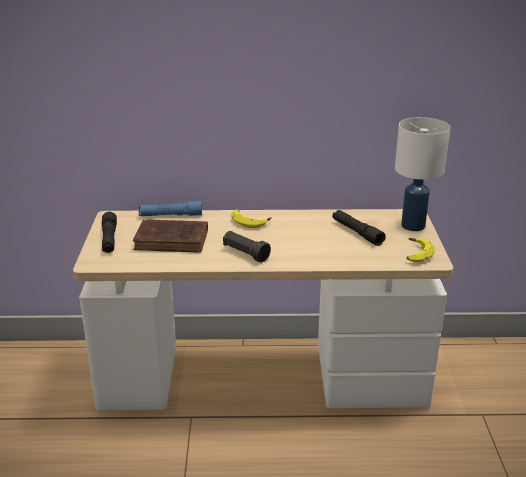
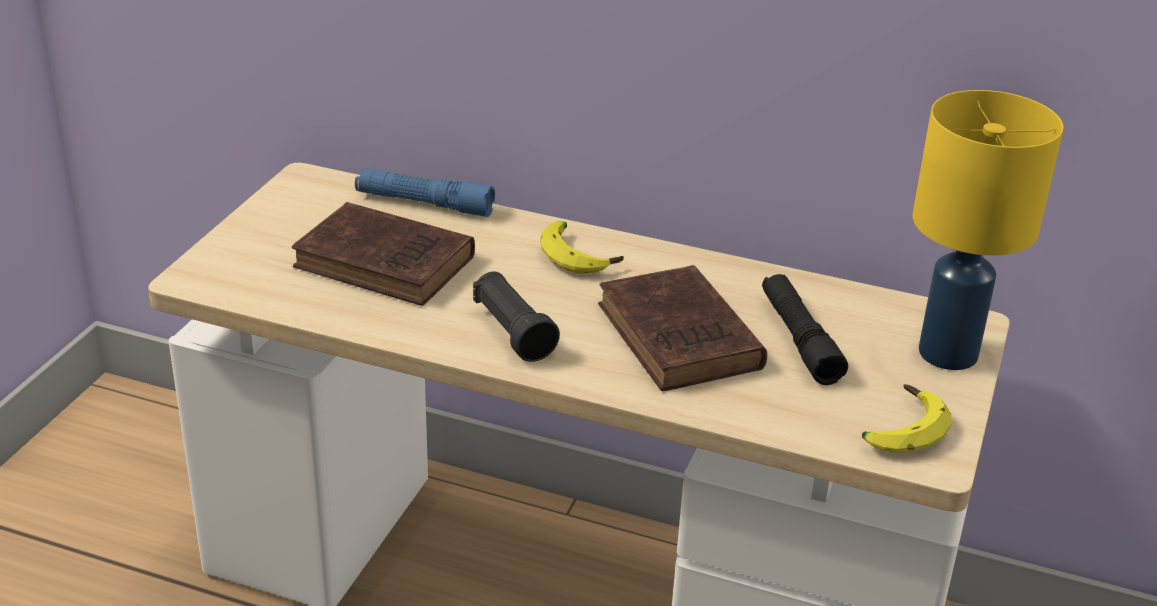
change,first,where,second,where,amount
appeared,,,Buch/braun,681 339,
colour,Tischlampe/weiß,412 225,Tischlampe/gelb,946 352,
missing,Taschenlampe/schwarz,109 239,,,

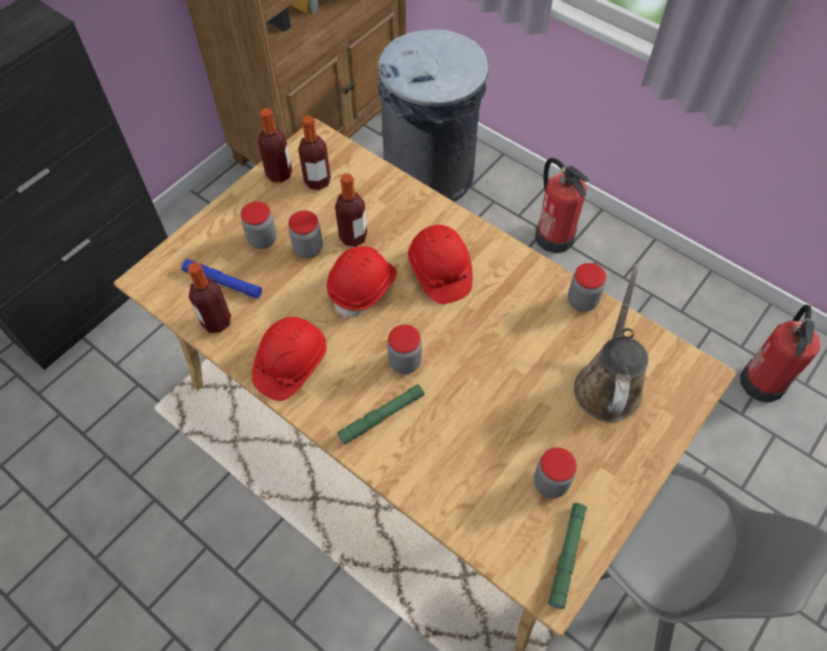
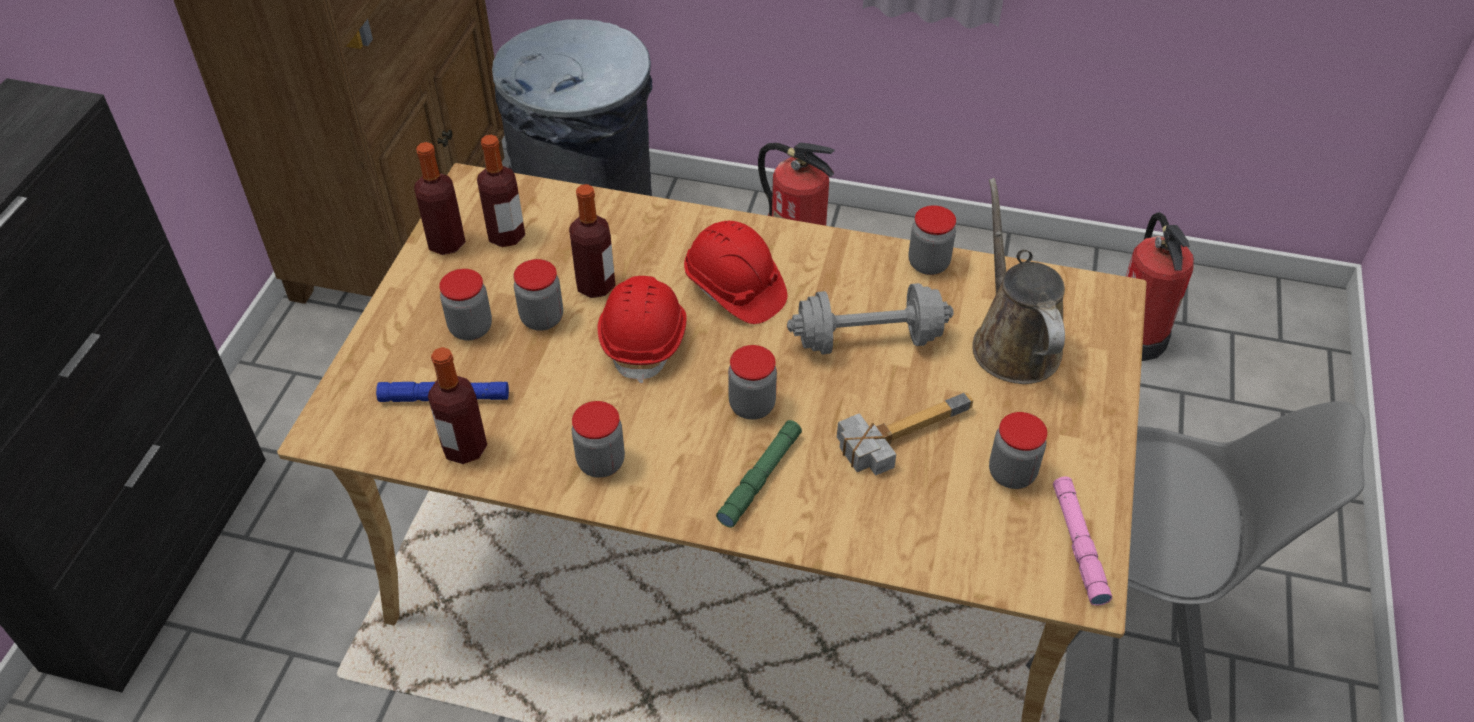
change,first,where,second,where,amount
exchanged,Schutzhelm/rot,290 364,Vorratsglas,601 462,
appeared,,,Hantel/grau,868 339,
appeared,,,Hammer,899 430,
colour,Taschenlampe/grün,567 556,Taschenlampe/rosa,1078 545,

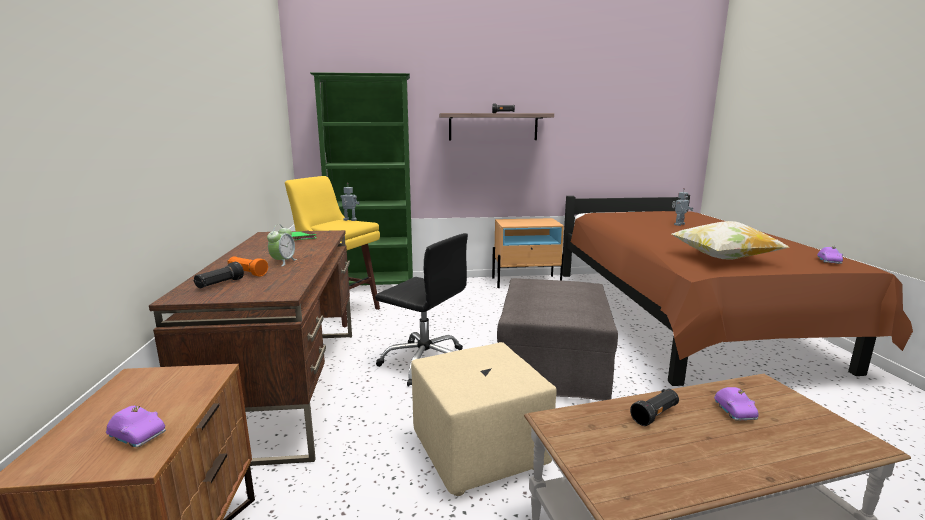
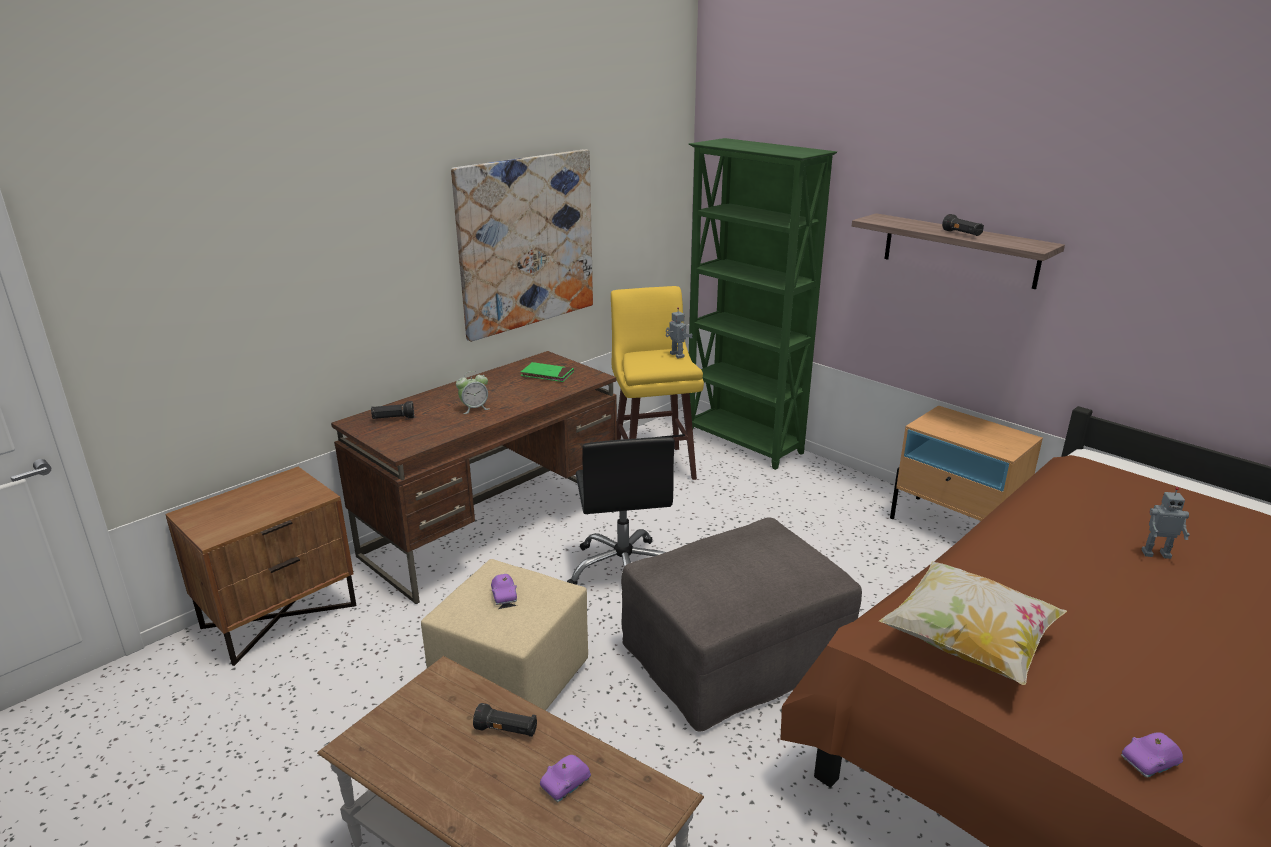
change,first,where,second,where,amount
appeared,,,Bild,526 242,
relocated,Spielzeugauto/lila,138 436,,504 595,
missing,Taschenlampe/orange,247 273,,,

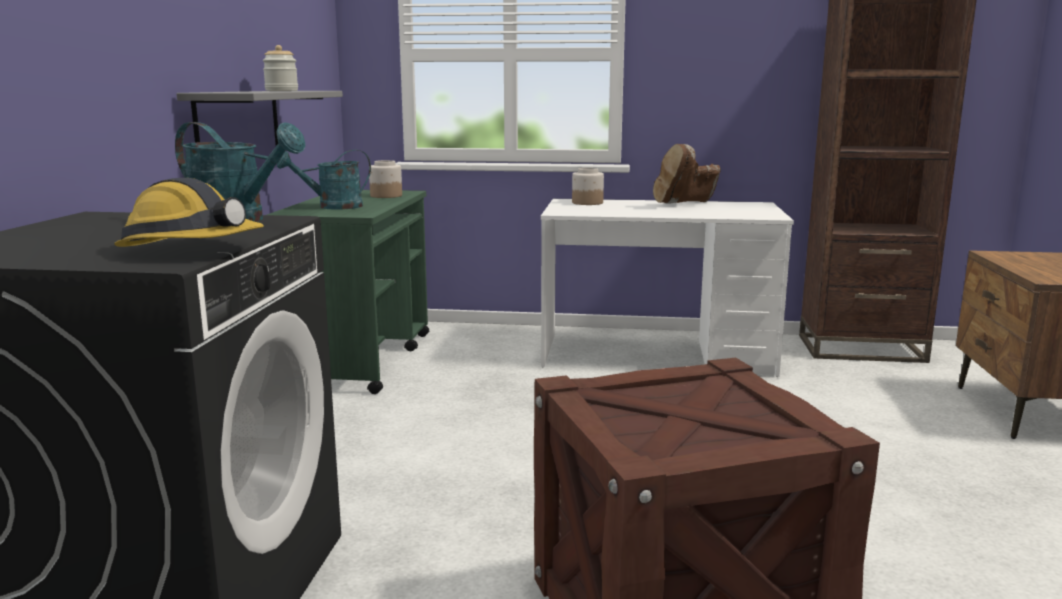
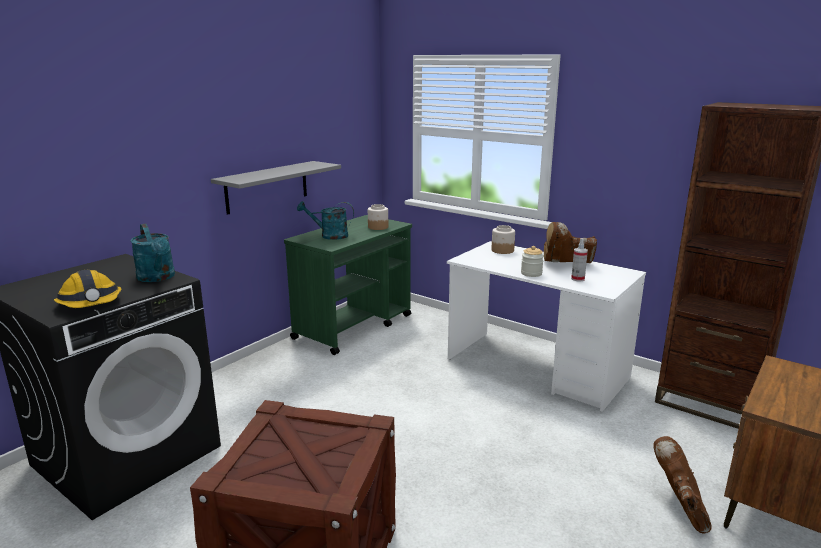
change,first,where,second,where,amount
relocated,Vorratsglas,281 90,,531 273,
appeared,,,Sprühflasche,578 279,
appeared,,,Stiefel/braun,680 507,

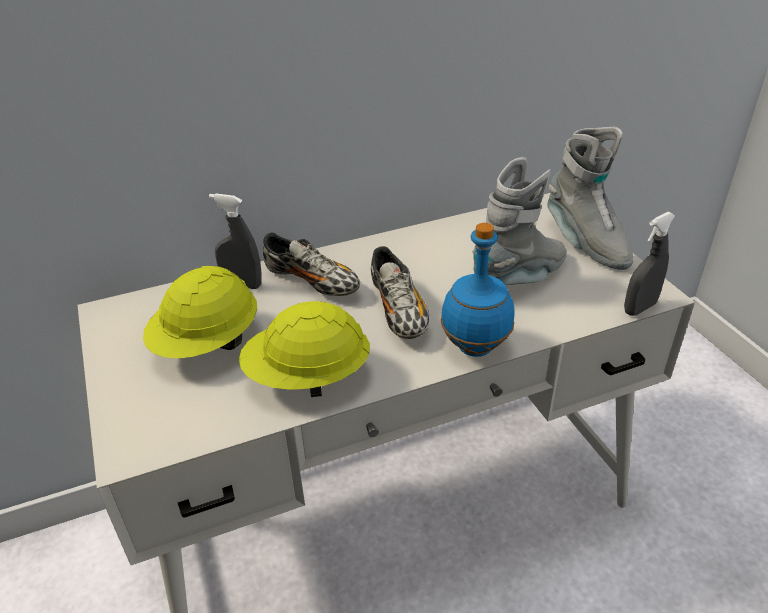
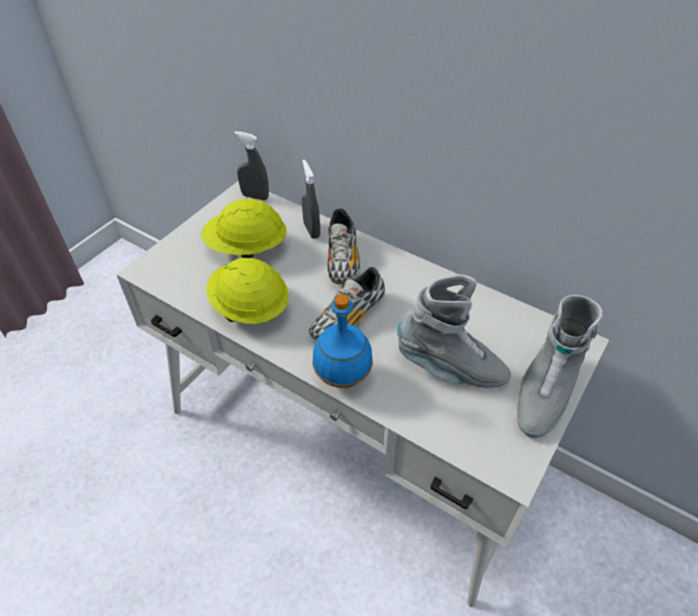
change,first,where,second,where,amount
relocated,Sprühflasche/grau,639 308,,255 196,

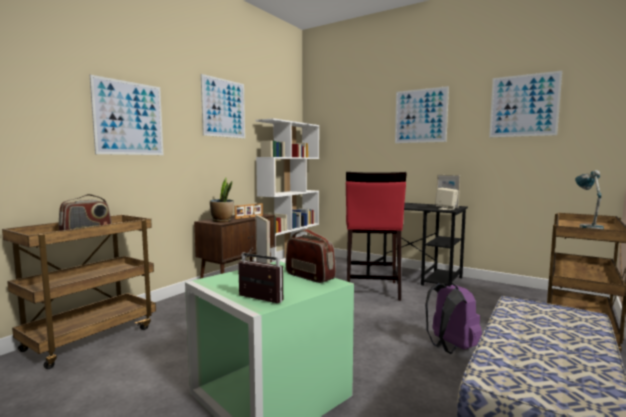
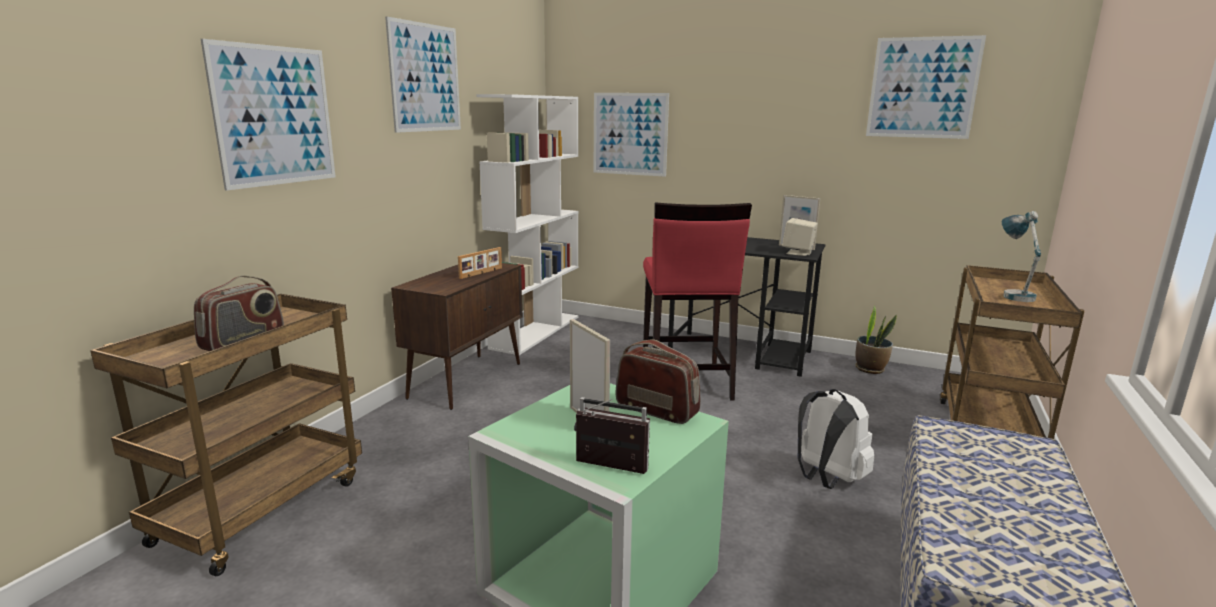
change,first,where,second,where,amount
relocated,Bild,420 116,,630 134,
colour,Rucksack/lila,450 347,Rucksack/weiß,827 478,
relocated,Topfpflanze,222 221,,870 369,

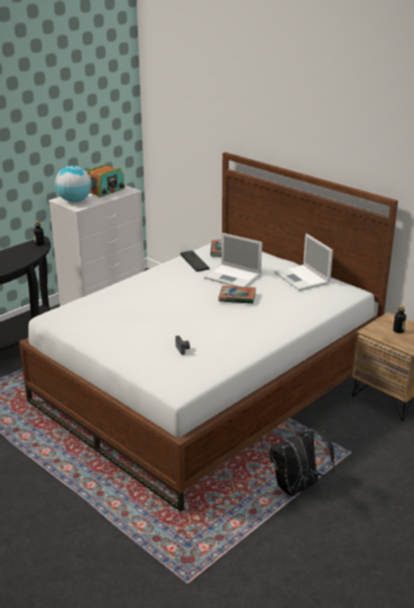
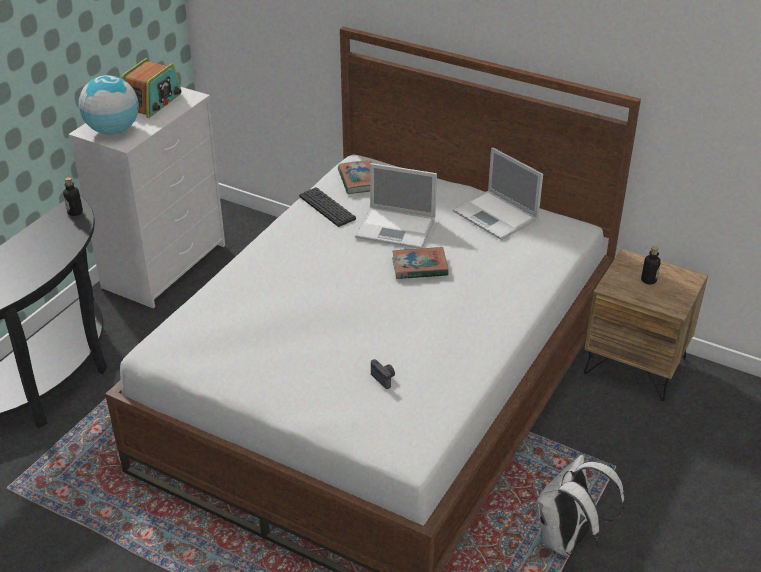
change,first,where,second,where,amount
colour,Rucksack/schwarz,297 488,Rucksack/weiß,567 540,

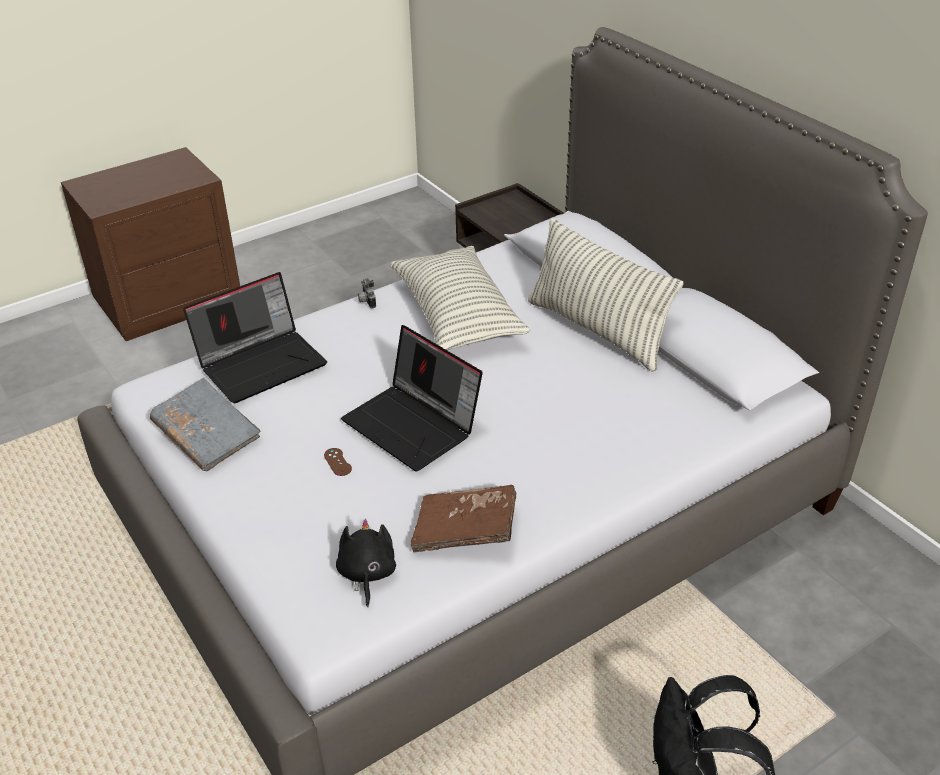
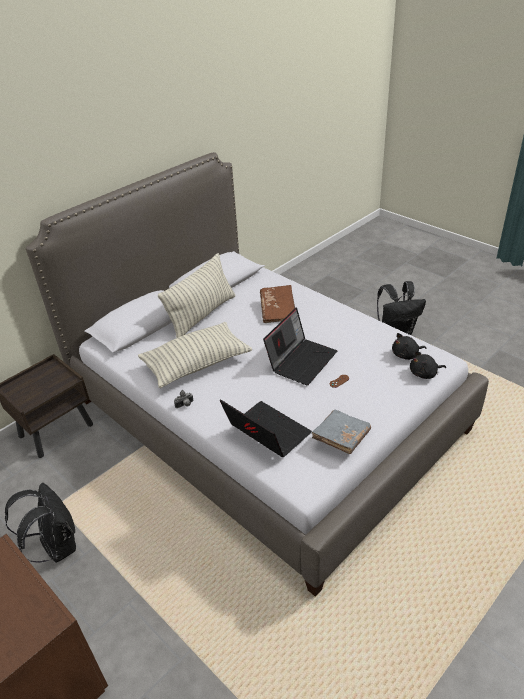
change,first,where,second,where,amount
appeared,,,Rucksack/schwarz,56 547,
relocated,Buch/braun,465 531,,278 310,
appeared,,,Plüschtier/schwarz,424 374,

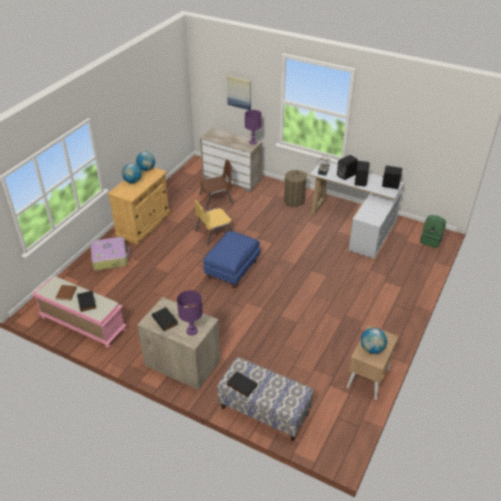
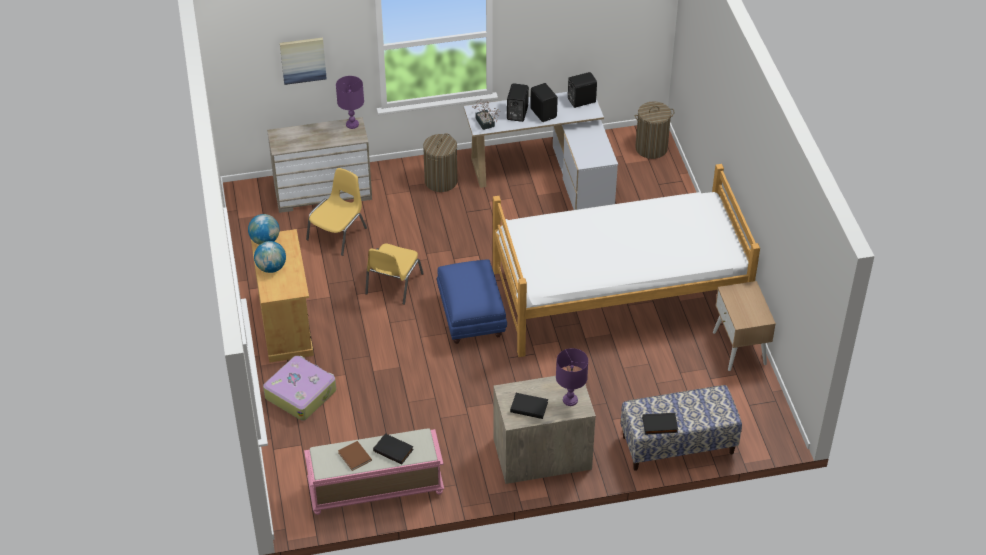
change,first,where,second,where,amount
colour,Stuhl/braun,217 199,Stuhl/gelb,338 234,
appeared,,,Bett,619 295,
exchanged,Rucksack/grün,431 240,Wäschekorb,651 148,
missing,Globus,372 349,,,

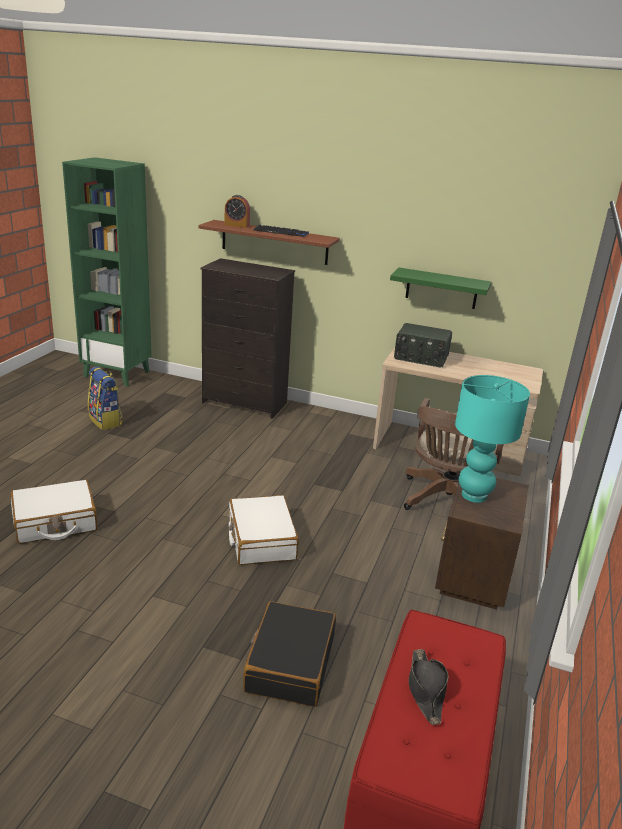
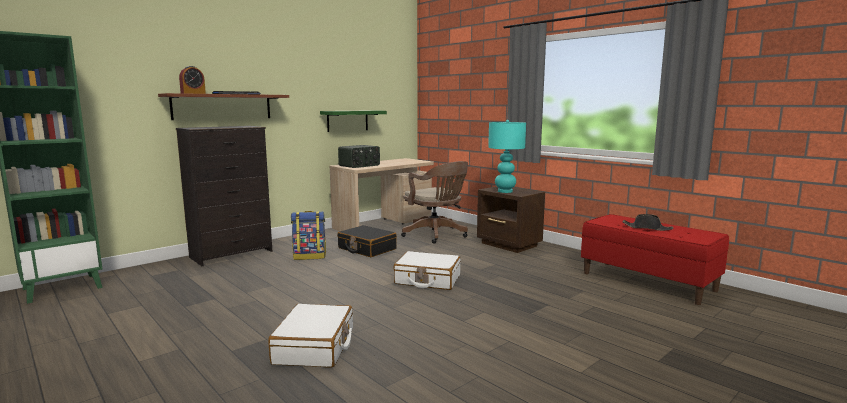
change,first,where,second,where,amount
relocated,Rucksack,106 421,,310 256,
relocated,Koffer/schwarz,289 664,,366 249,

